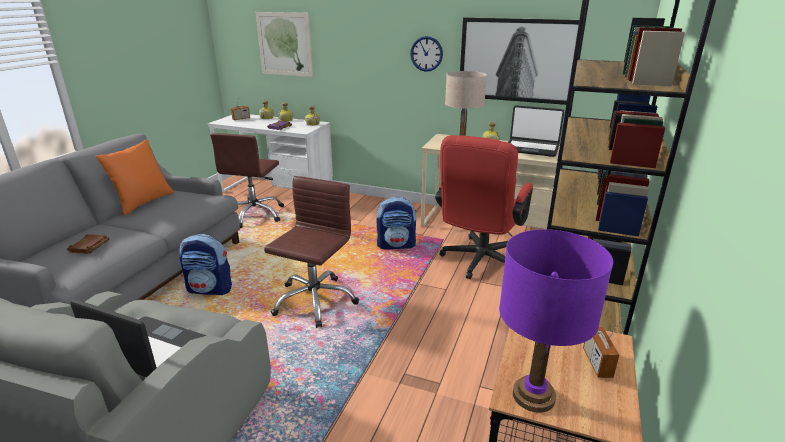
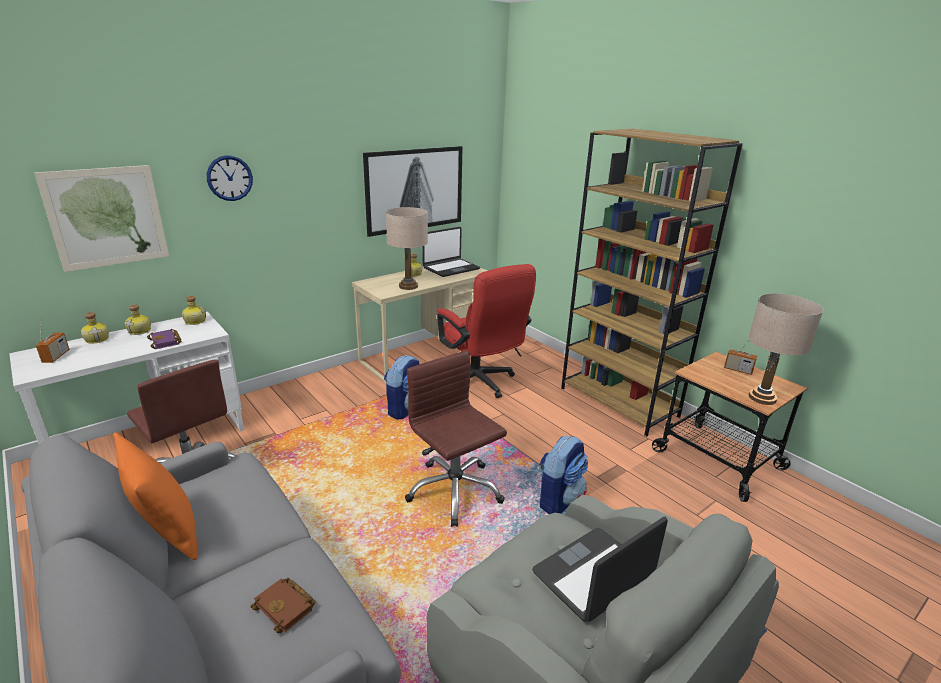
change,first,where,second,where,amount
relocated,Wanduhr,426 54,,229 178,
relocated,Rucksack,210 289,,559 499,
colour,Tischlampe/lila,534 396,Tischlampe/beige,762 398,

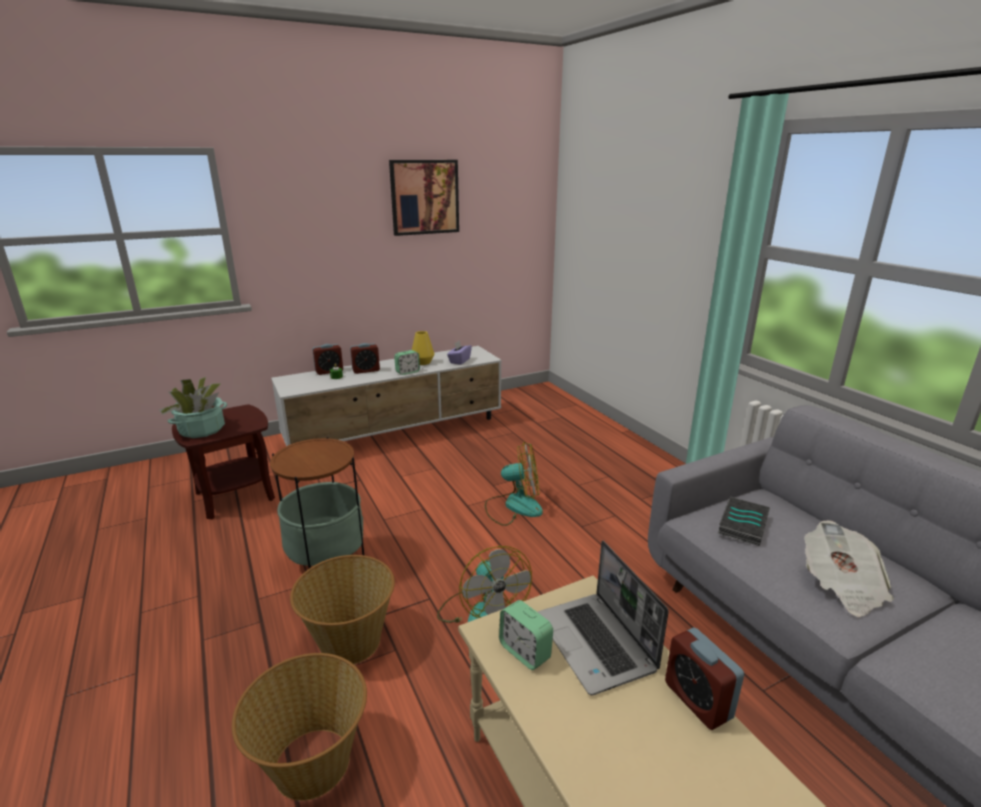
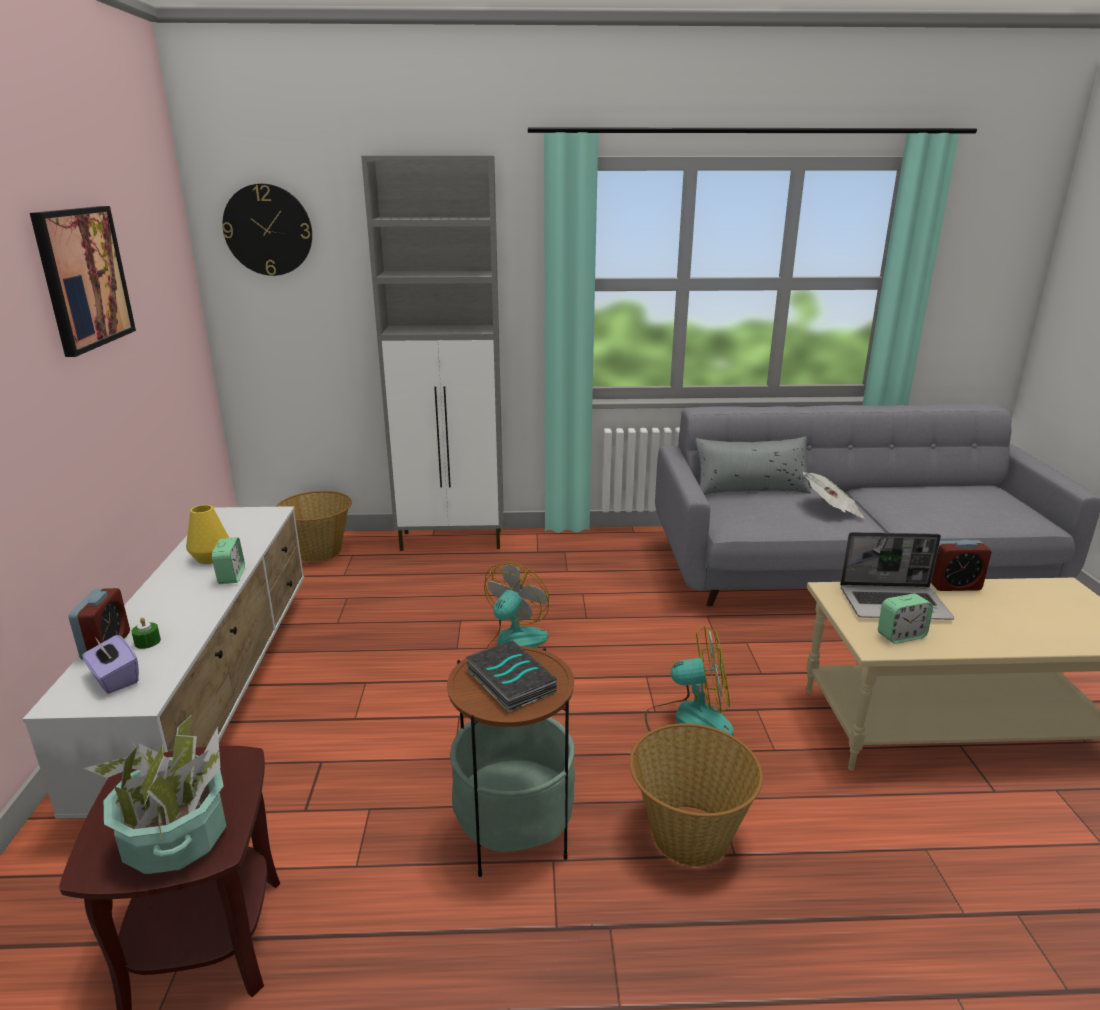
change,first,where,second,where,amount
relocated,Taschentuchbox/lila,459 361,,114 679,
appeared,,,Wanduhr,268 230,
relocated,Korb,312 764,,319 552,
appeared,,,Schrank/grau,453 540,
relocated,Buch,741 524,,508 681,
appeared,,,Kissen/grau,750 489,
missing,Wecker,366 370,,,

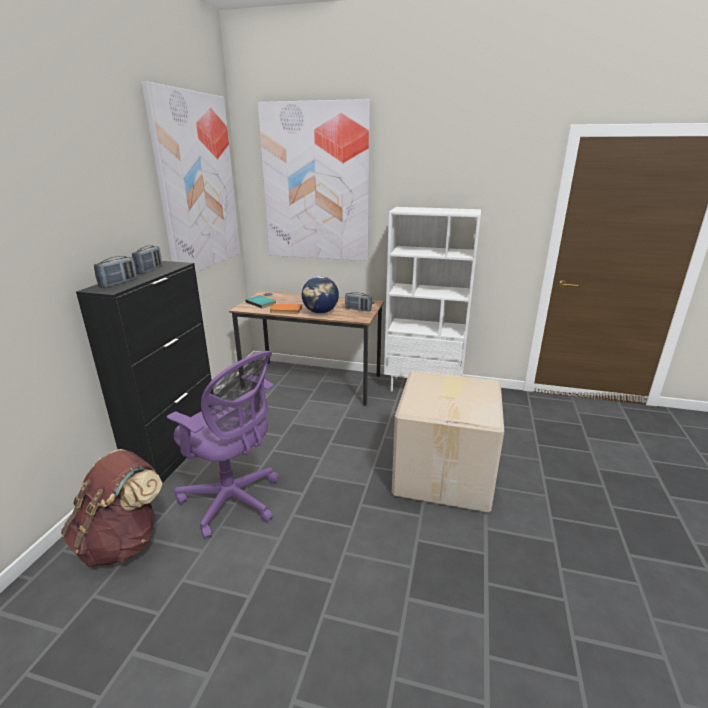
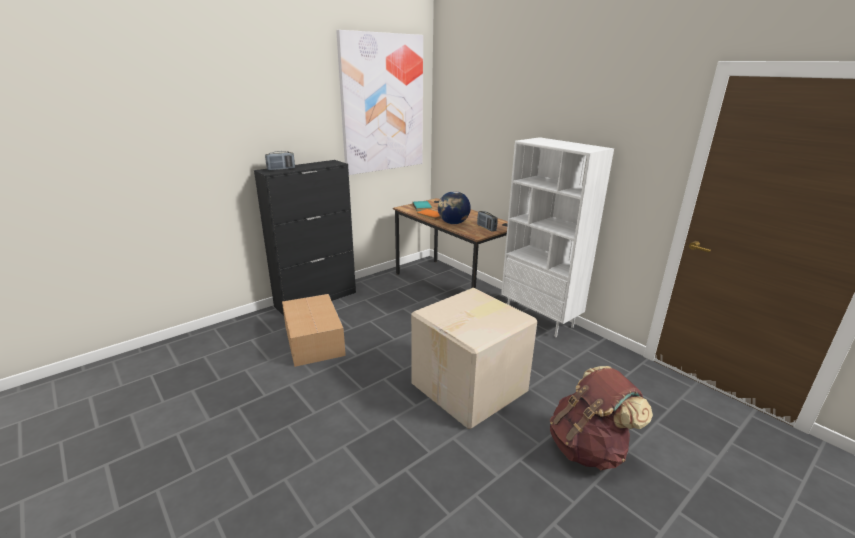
change,first,where,second,where,amount
exchanged,Bürostuhl/lila,233 501,Karton,313 341,
relocated,Rucksack/braun,123 541,,588 448,
missing,Radio,149 270,,,
missing,Bild,316 184,,,

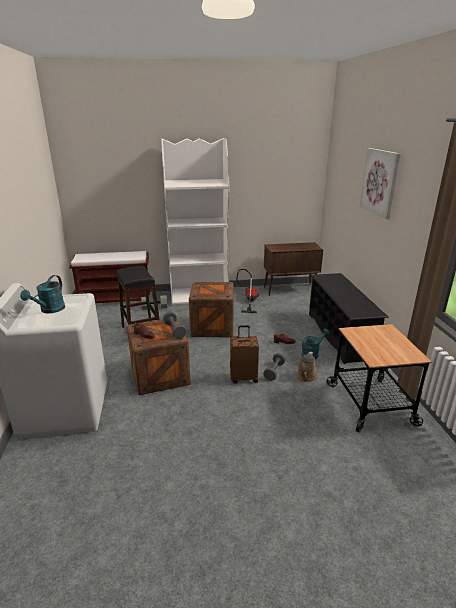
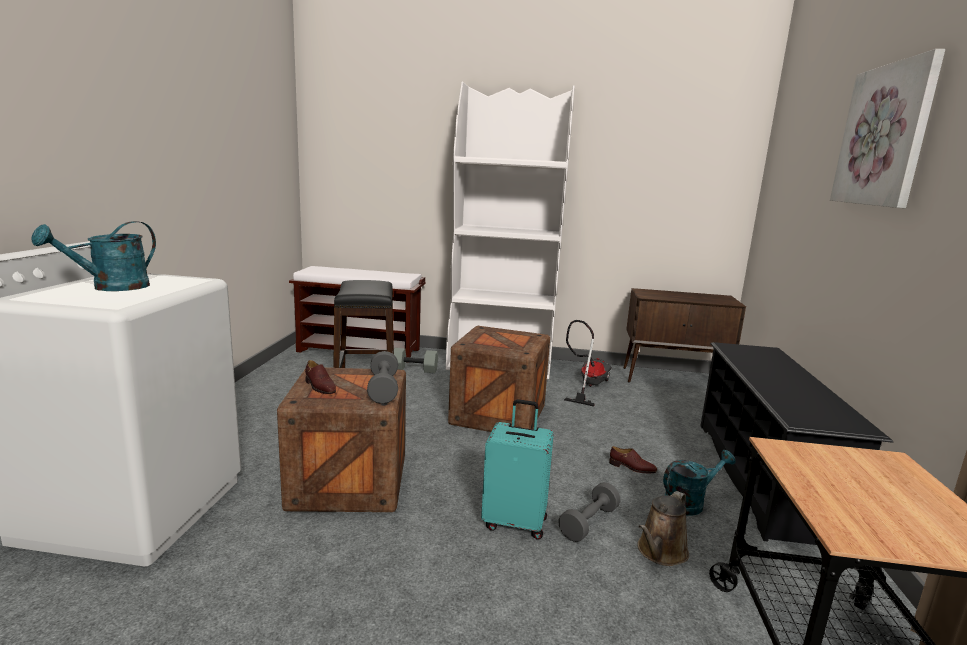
change,first,where,second,where,amount
colour,Koffer/braun,244 377,Koffer/türkis,515 522,

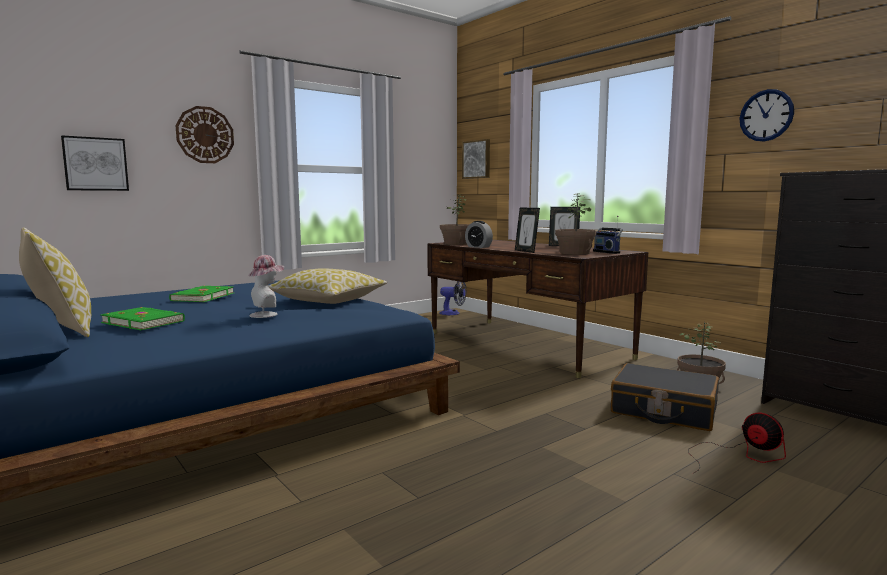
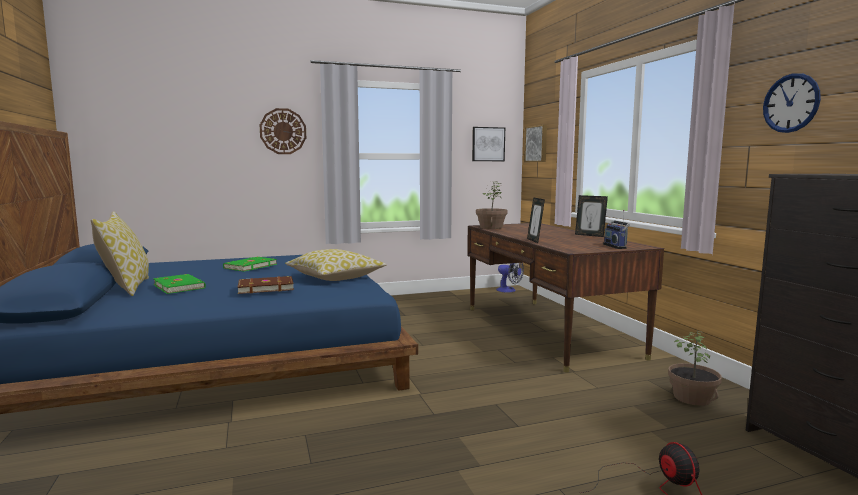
change,first,where,second,where,amount
exchanged,Hut,267 314,Buch/braun,265 287,
relocated,Bild,95 164,,488 144,
missing,Wecker,478 247,,,
missing,Topfpflanze,574 253,,,
missing,Koffer/schwarz,663 410,,,

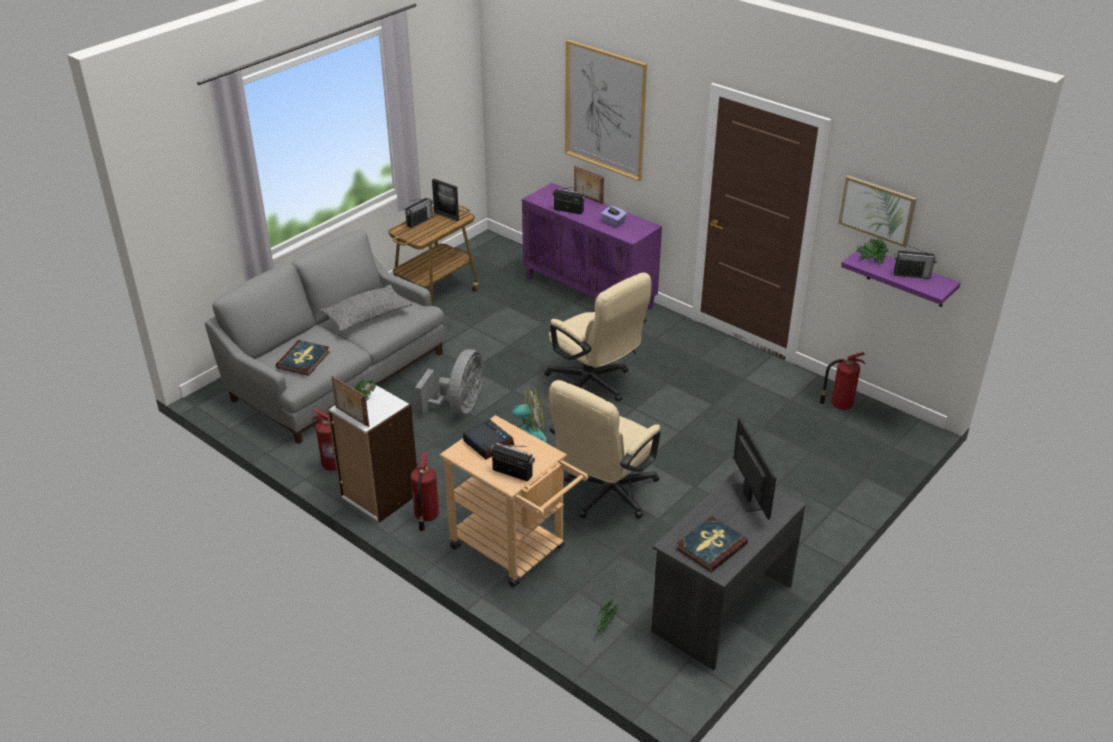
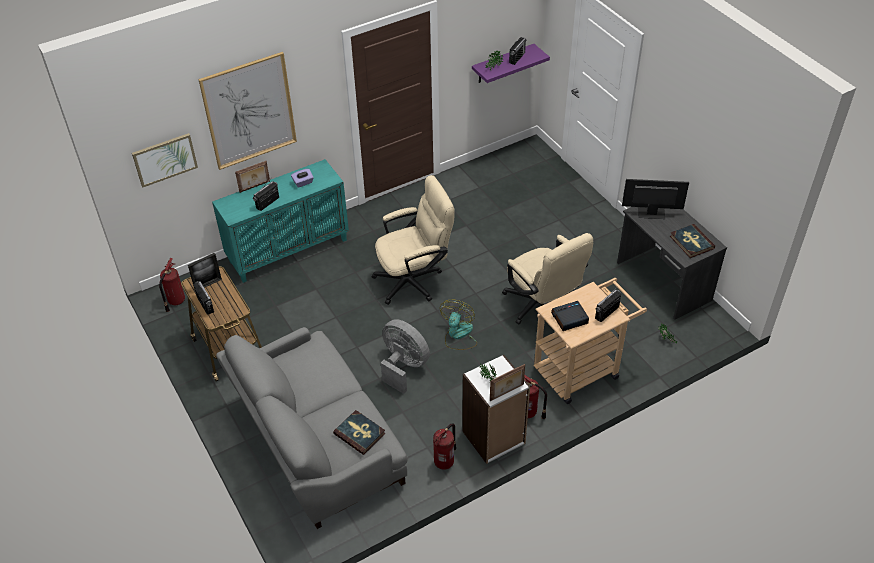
change,first,where,second,where,amount
relocated,Bild,877 210,,165 159,
relocated,Feuerlöscher,839 405,,175 301,
colour,Schrank/lila,590 292,Schrank/türkis,288 250,
missing,Kissen/grau,367 316,,,

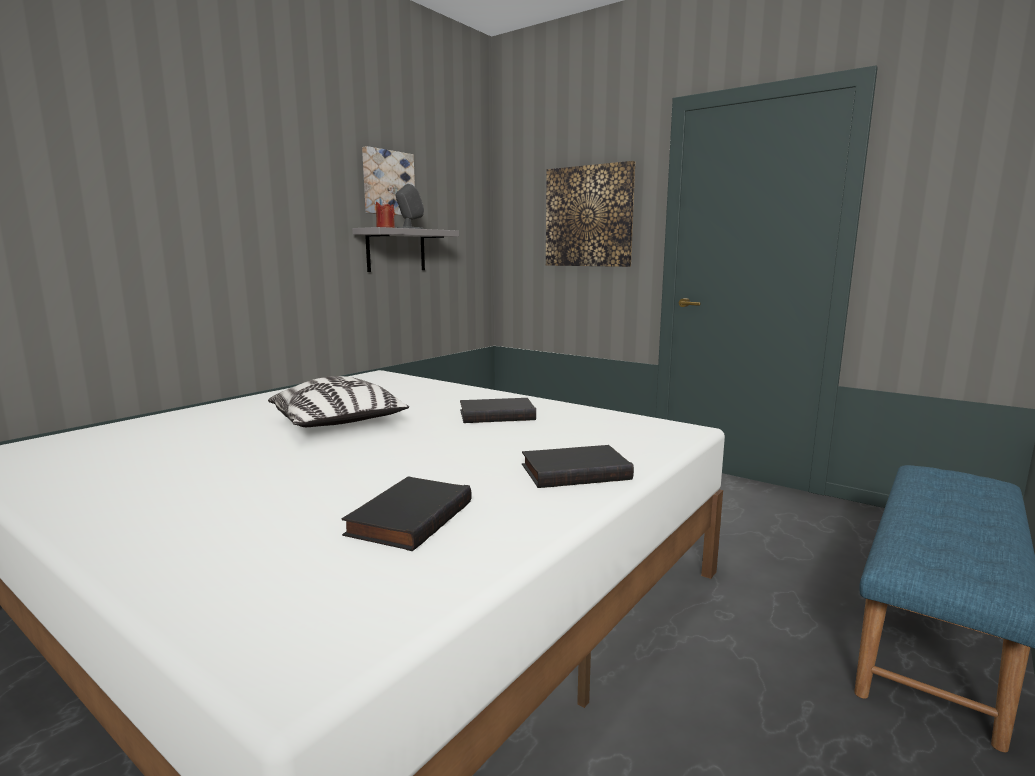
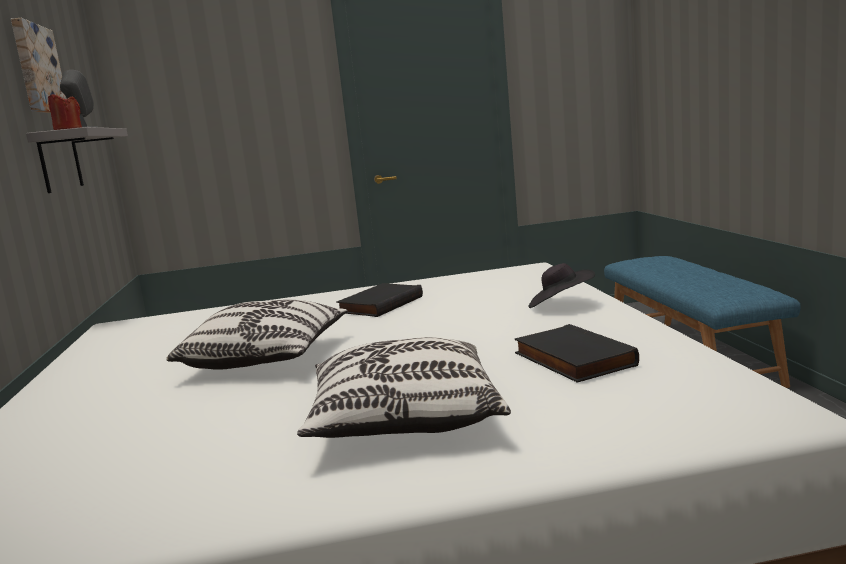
change,first,where,second,where,amount
appeared,,,Kissen,403 420,
exchanged,Buch/schwarz,575 471,Hut/schwarz,560 305,
missing,Bild,589 216,,,

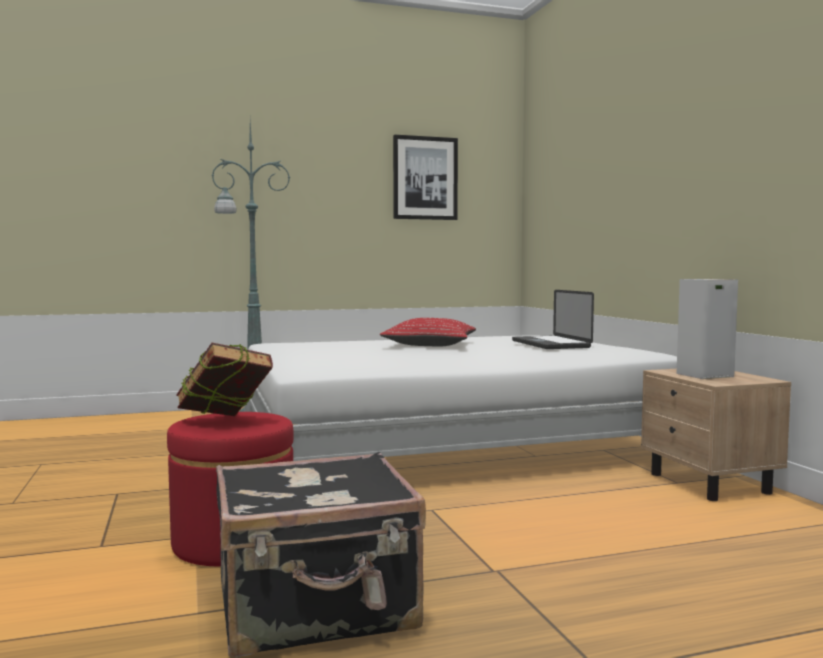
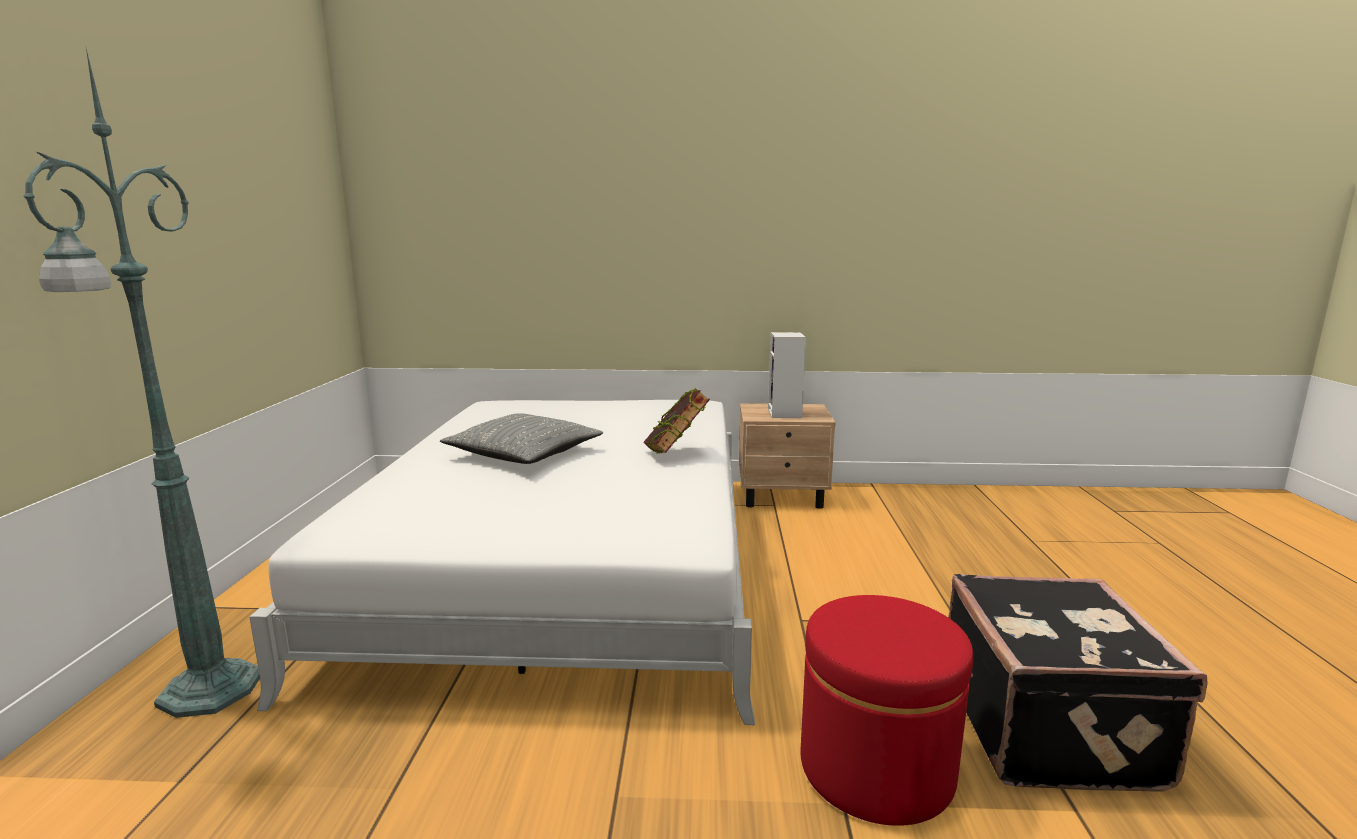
change,first,where,second,where,amount
colour,Kissen/rot,430 344,Kissen/grau,524 453,
relocated,Buch,225 423,,676 454,
missing,Bild,425 178,,,
missing,Laptop,550 344,,,

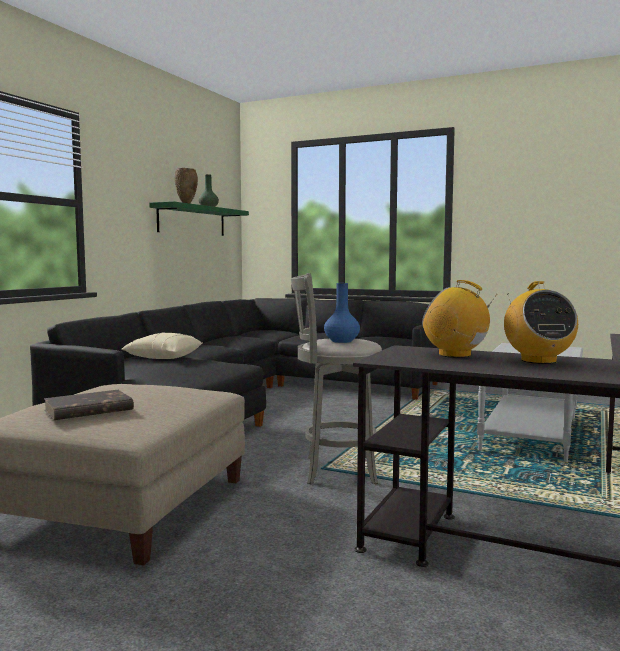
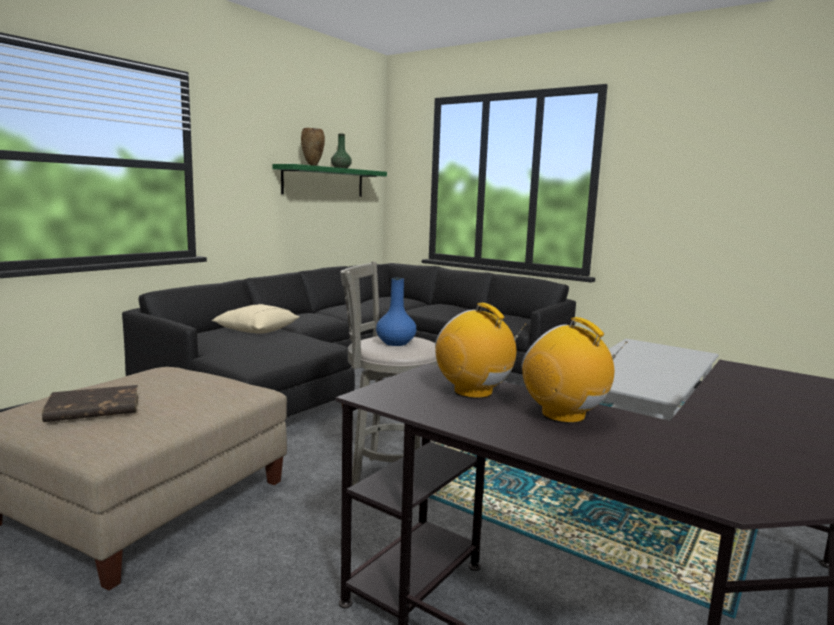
change,first,where,second,where,amount
spun,Radio,538 361,,564 415,135 degrees clockwise

